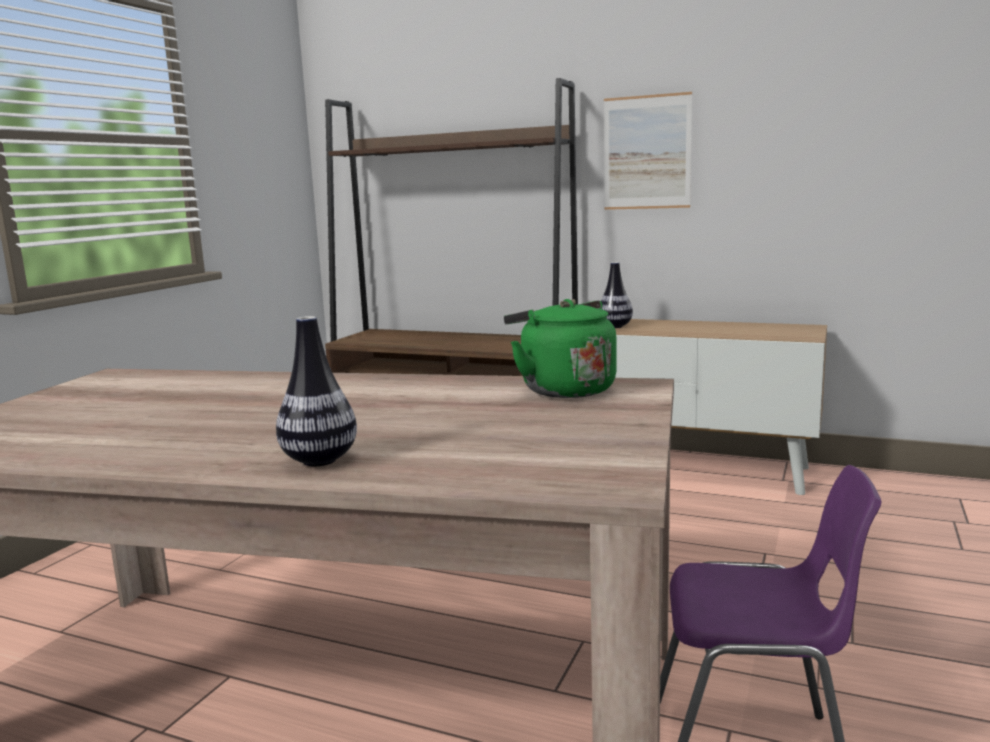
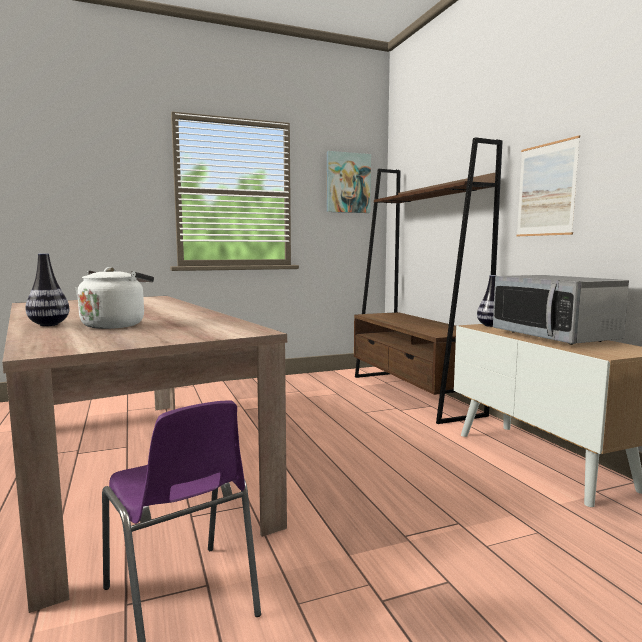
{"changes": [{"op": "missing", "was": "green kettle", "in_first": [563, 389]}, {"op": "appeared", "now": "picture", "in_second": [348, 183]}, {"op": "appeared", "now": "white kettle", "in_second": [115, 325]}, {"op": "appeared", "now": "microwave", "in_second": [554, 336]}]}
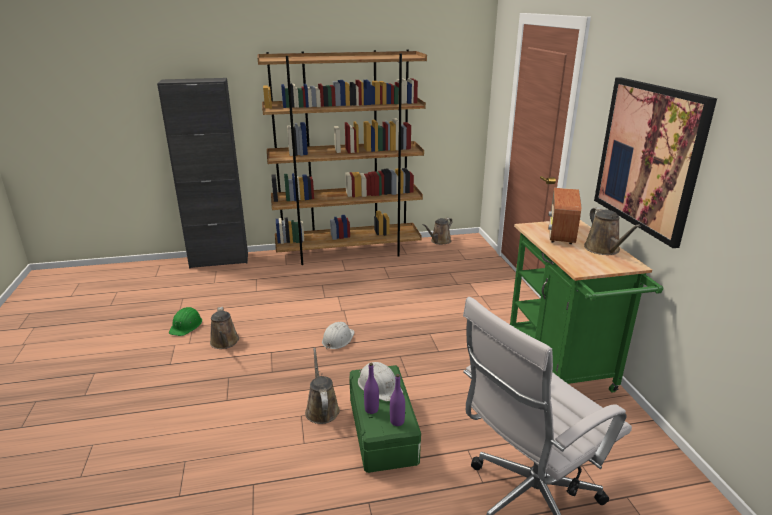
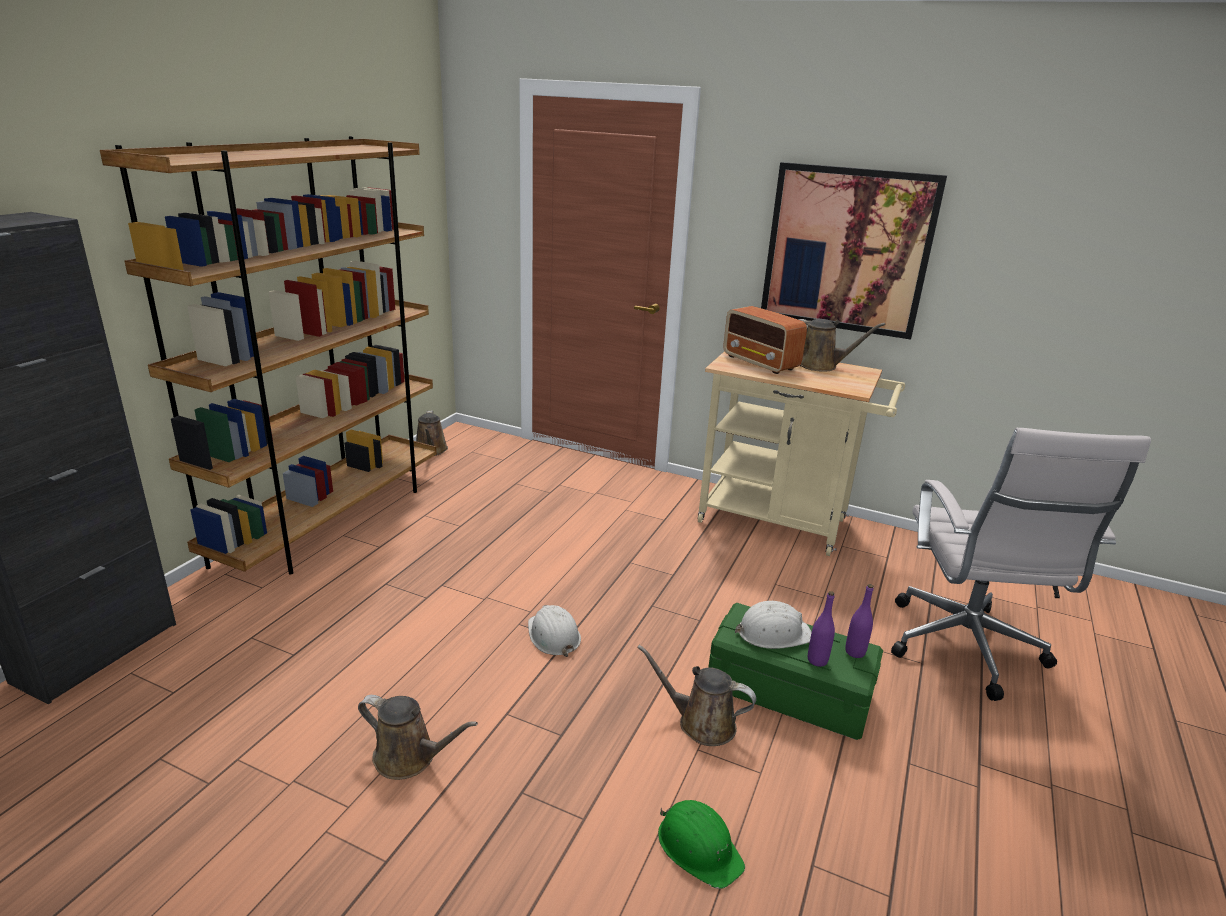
{"changes": [{"op": "colour", "was": "green cart", "now": "beige cart", "in_first": [562, 368], "in_second": [782, 523]}, {"op": "relocated", "was": "green hard hat", "in_first": [186, 325], "in_second": [699, 847]}]}
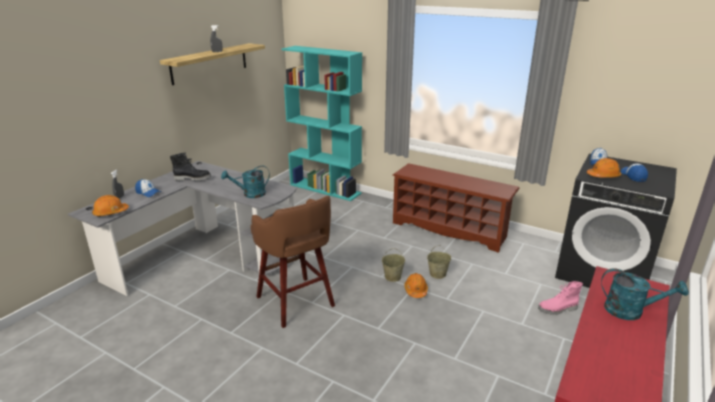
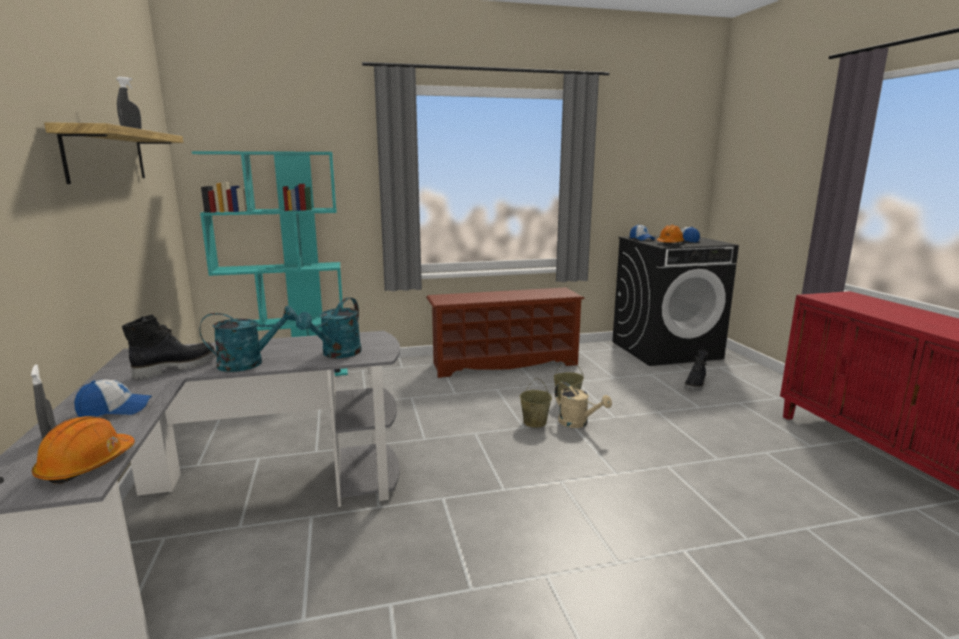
{"changes": [{"op": "missing", "was": "brown stool", "in_first": [296, 303]}, {"op": "relocated", "was": "turquoise watering can", "in_first": [630, 311], "in_second": [249, 363]}, {"op": "exchanged", "was": "orange hard hat", "now": "beige watering can", "in_first": [416, 290], "in_second": [578, 423]}, {"op": "colour", "was": "pink boot", "now": "black boot", "in_first": [558, 309], "in_second": [696, 385]}]}
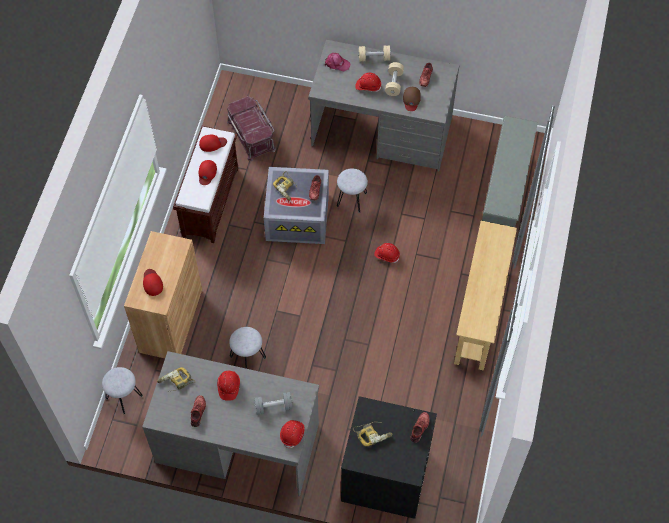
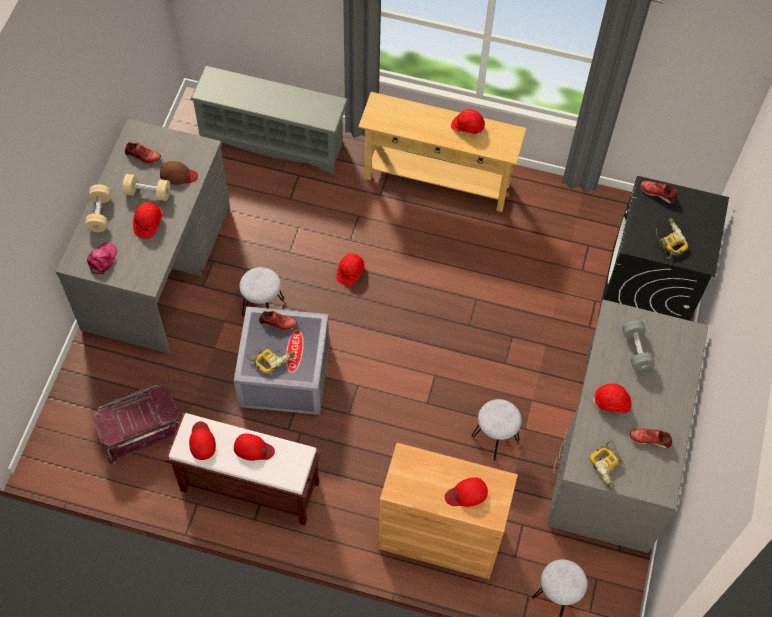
{"changes": [{"op": "relocated", "was": "red hard hat", "in_first": [292, 434], "in_second": [467, 127]}]}
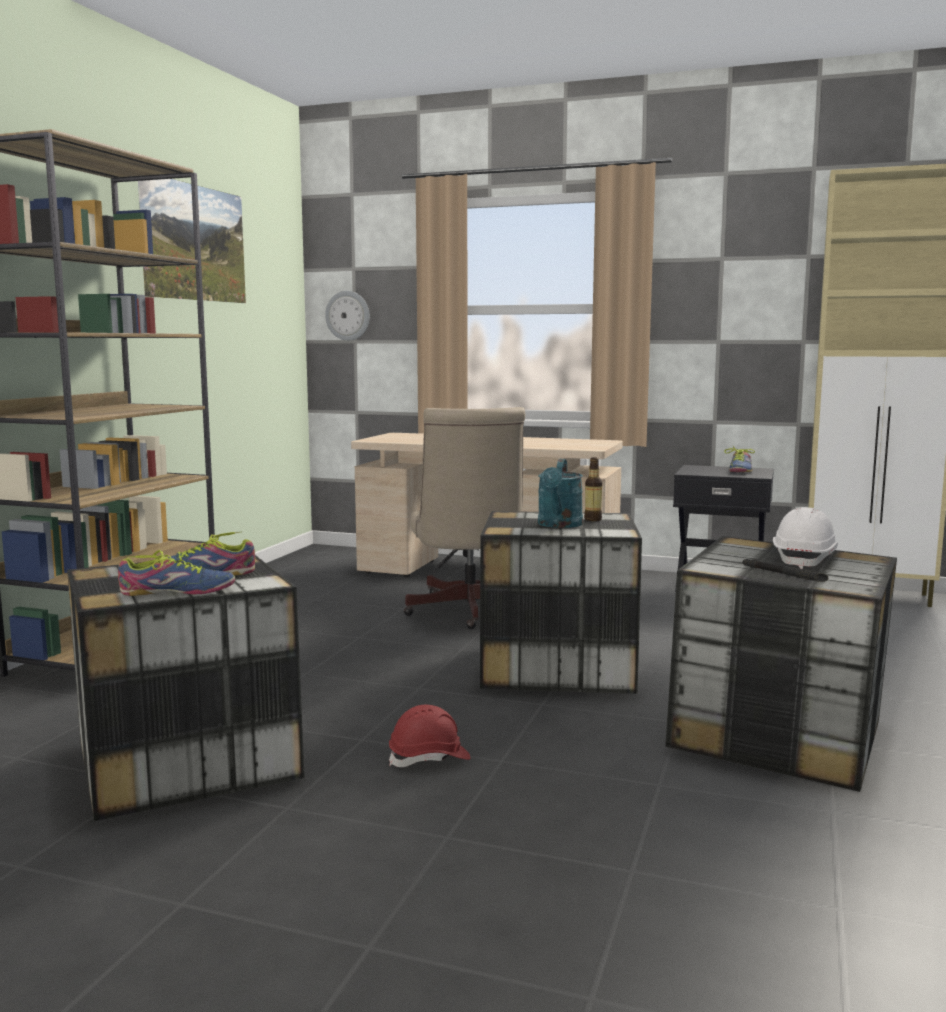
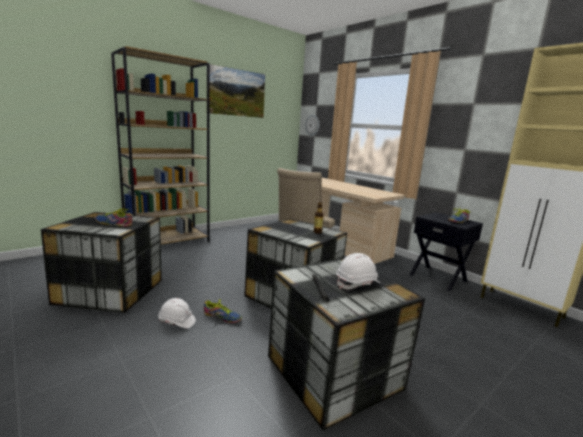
{"changes": [{"op": "missing", "was": "turquoise watering can", "in_first": [559, 525]}, {"op": "relocated", "was": "shoe", "in_first": [177, 591], "in_second": [222, 317]}, {"op": "colour", "was": "red hard hat", "now": "white hard hat", "in_first": [429, 759], "in_second": [177, 322]}]}
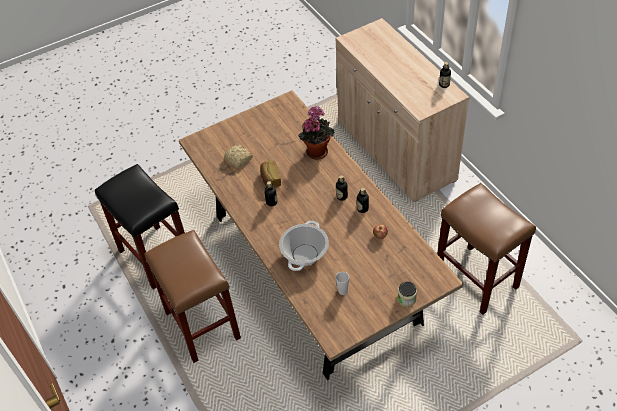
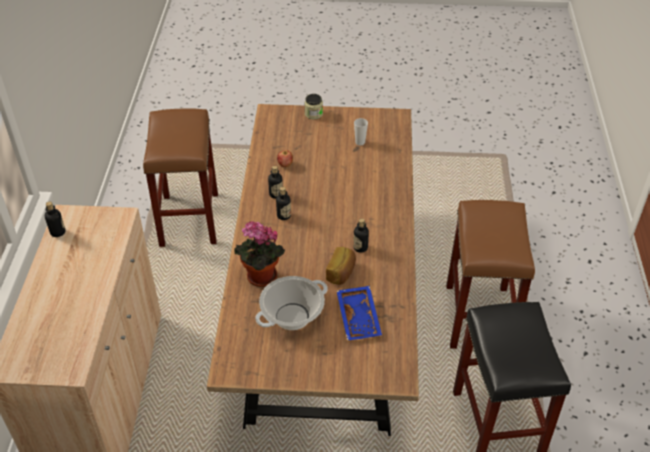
{"changes": [{"op": "exchanged", "was": "bread", "now": "blue tray", "in_first": [238, 160], "in_second": [359, 318]}, {"op": "relocated", "was": "cooking pot", "in_first": [305, 254], "in_second": [292, 316]}]}
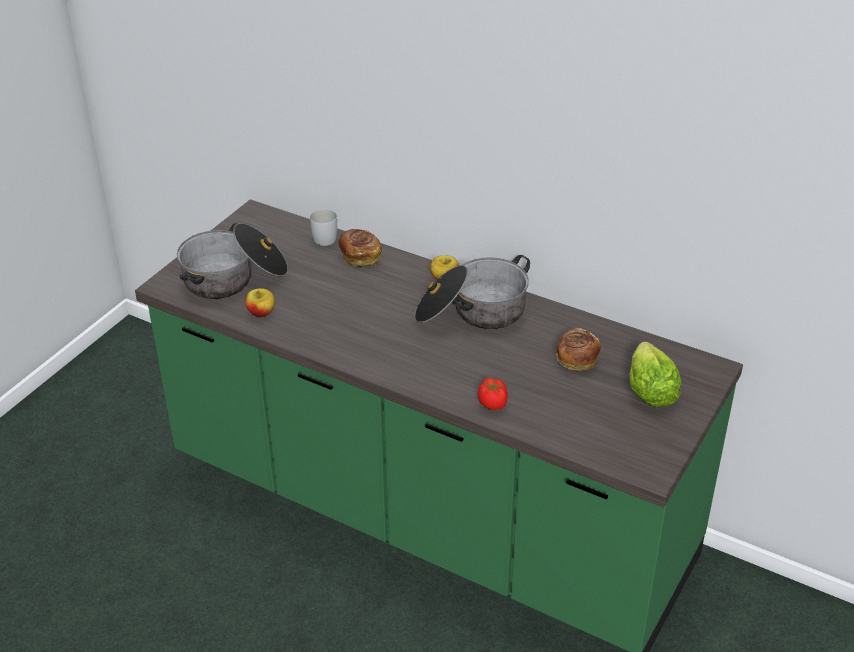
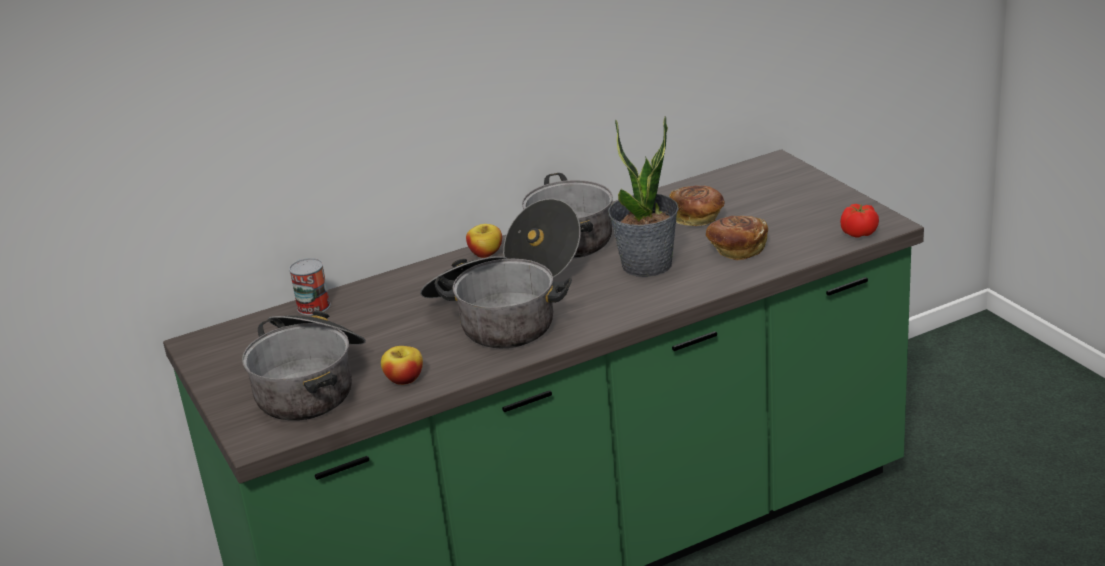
{"changes": [{"op": "exchanged", "was": "white mug", "now": "can", "in_first": [324, 236], "in_second": [313, 306]}, {"op": "relocated", "was": "bread", "in_first": [360, 256], "in_second": [737, 249]}, {"op": "missing", "was": "lettuce", "in_first": [649, 390]}, {"op": "relocated", "was": "tomato", "in_first": [492, 403], "in_second": [859, 234]}, {"op": "appeared", "now": "potted plant", "in_second": [647, 265]}, {"op": "appeared", "now": "cooking pot", "in_second": [494, 320]}]}
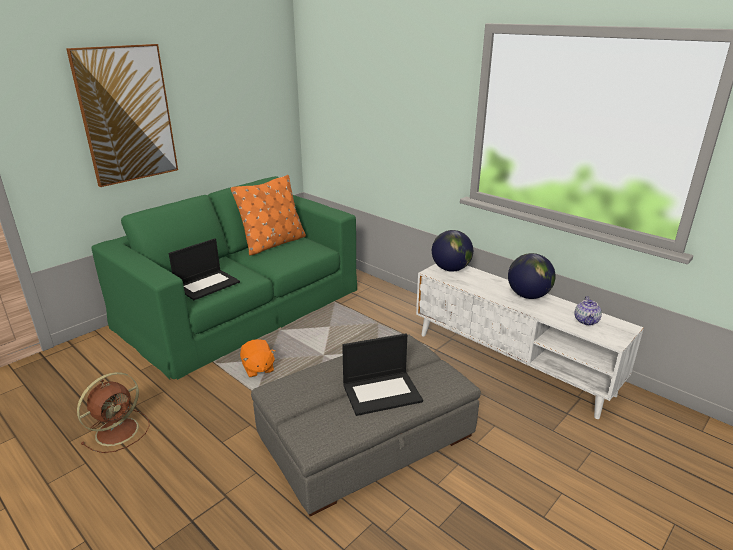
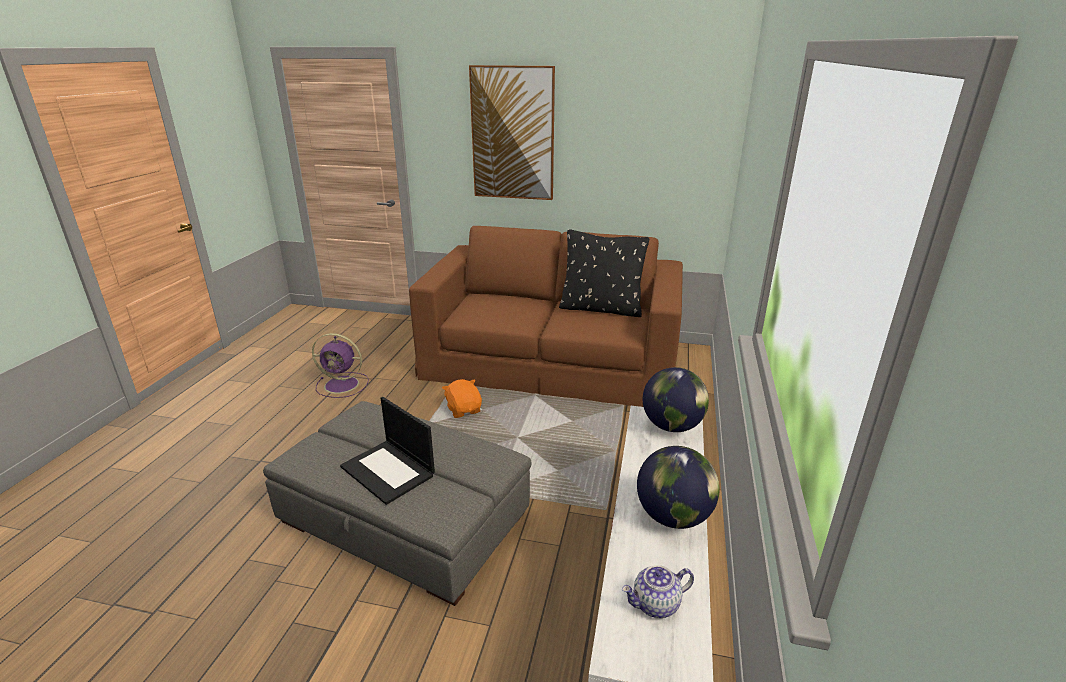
{"changes": [{"op": "colour", "was": "orange pillow", "now": "black pillow", "in_first": [273, 243], "in_second": [600, 309]}, {"op": "colour", "was": "green sofa", "now": "brown sofa", "in_first": [241, 306], "in_second": [552, 360]}, {"op": "missing", "was": "laptop", "in_first": [207, 284]}, {"op": "spun", "was": "orange plush toy", "in_first": [258, 368], "in_second": [464, 410], "clockwise": 120}, {"op": "colour", "was": "brown fan", "now": "purple fan", "in_first": [119, 430], "in_second": [343, 385]}]}
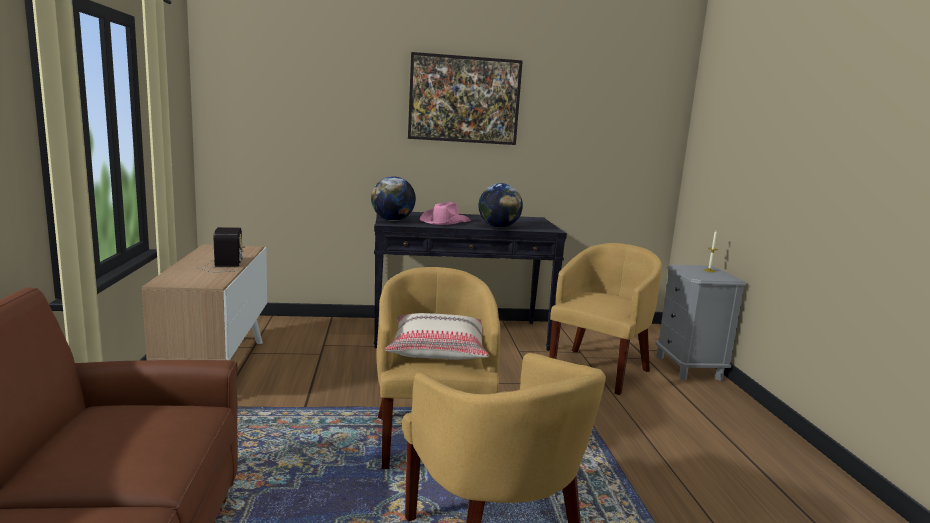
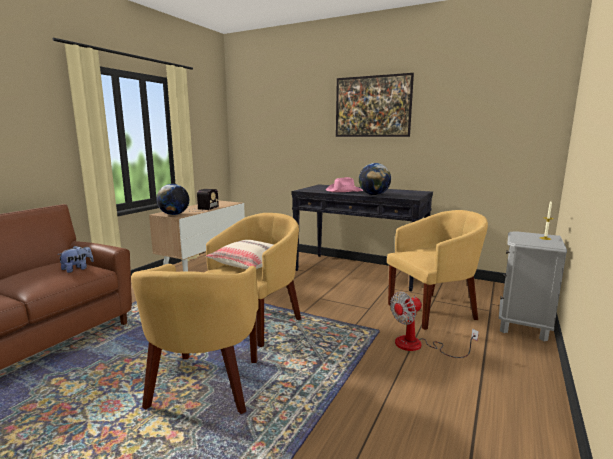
{"changes": [{"op": "relocated", "was": "globe", "in_first": [392, 220], "in_second": [174, 214]}, {"op": "appeared", "now": "plush toy", "in_second": [77, 269]}, {"op": "appeared", "now": "fan", "in_second": [418, 346]}]}
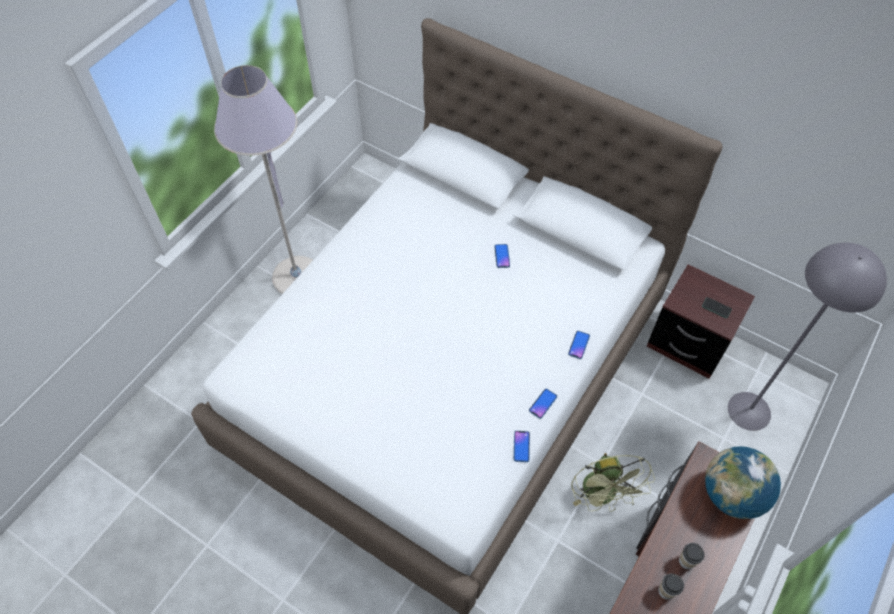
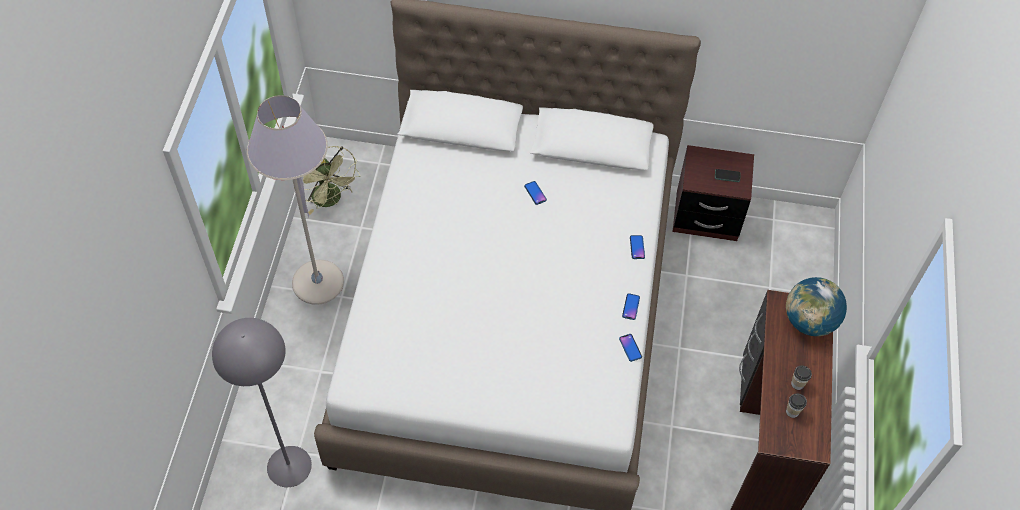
{"changes": [{"op": "relocated", "was": "grey floor lamp", "in_first": [749, 411], "in_second": [289, 466]}, {"op": "relocated", "was": "green fan", "in_first": [603, 495], "in_second": [331, 200]}]}
